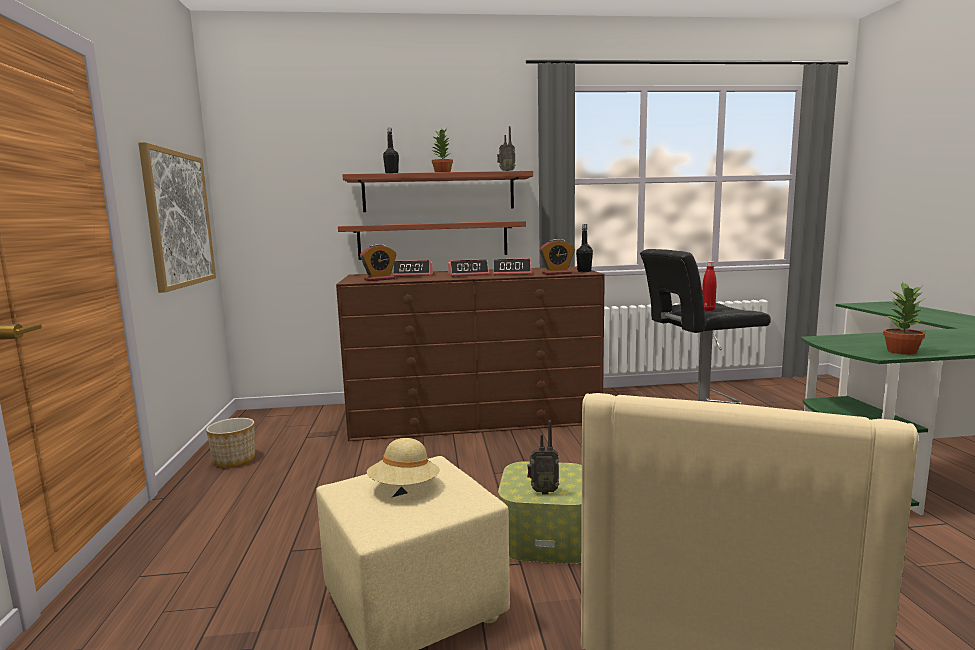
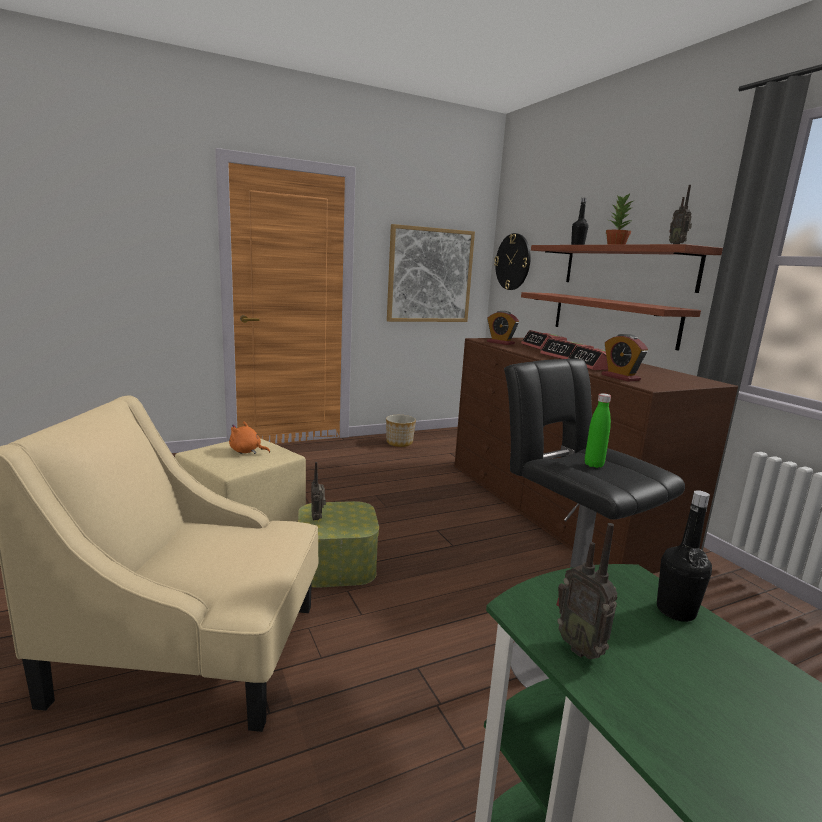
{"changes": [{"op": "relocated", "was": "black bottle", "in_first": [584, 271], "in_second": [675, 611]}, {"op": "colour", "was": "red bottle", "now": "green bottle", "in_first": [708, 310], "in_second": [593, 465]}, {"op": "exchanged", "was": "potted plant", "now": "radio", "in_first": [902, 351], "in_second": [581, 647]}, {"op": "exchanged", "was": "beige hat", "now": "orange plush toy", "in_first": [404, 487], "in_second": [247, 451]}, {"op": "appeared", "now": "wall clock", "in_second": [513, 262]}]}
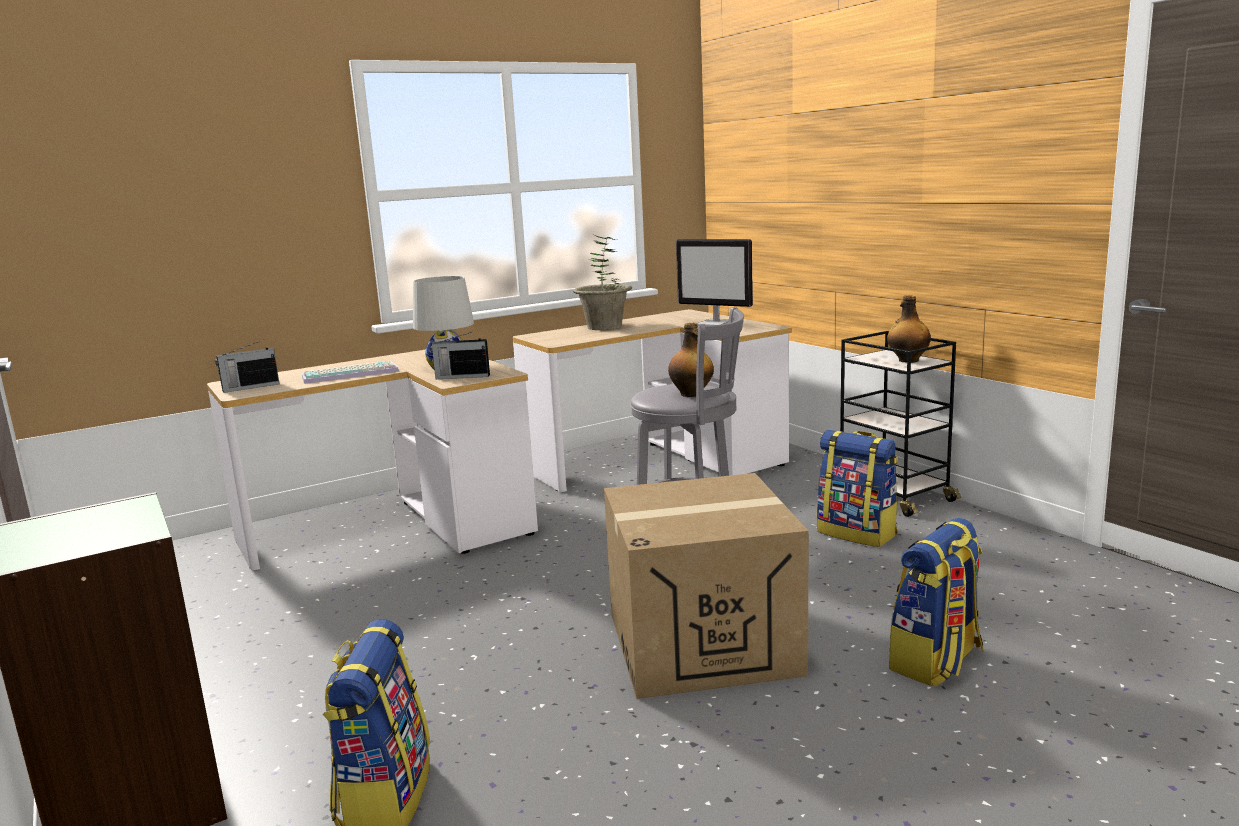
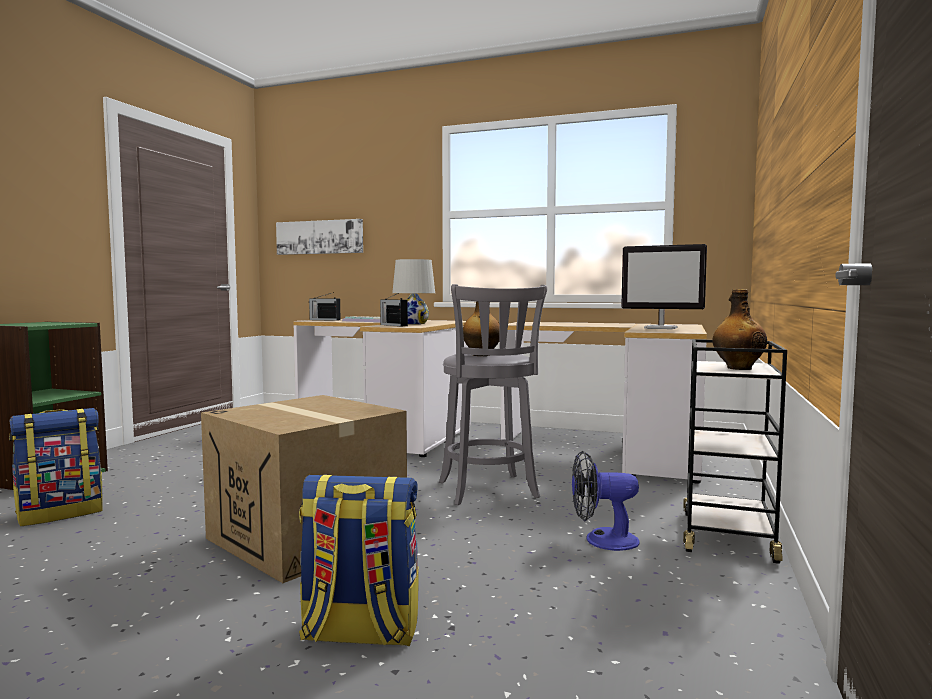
{"changes": [{"op": "missing", "was": "potted plant", "in_first": [604, 327]}, {"op": "spun", "was": "monitor", "in_first": [716, 324], "in_second": [661, 328], "clockwise": -60}, {"op": "exchanged", "was": "backpack", "now": "fan", "in_first": [857, 533], "in_second": [602, 540]}, {"op": "appeared", "now": "picture", "in_second": [320, 237]}]}
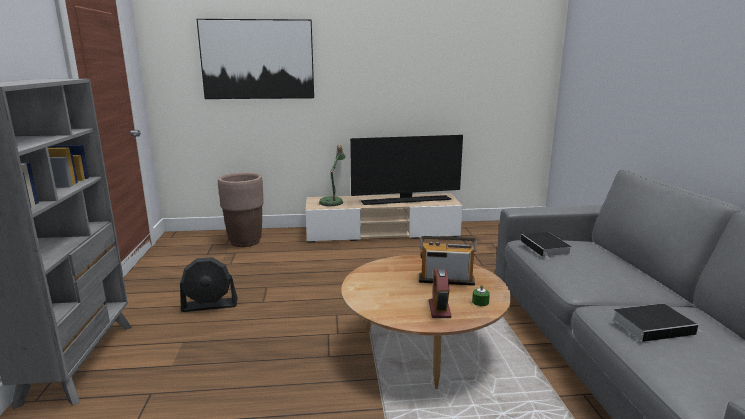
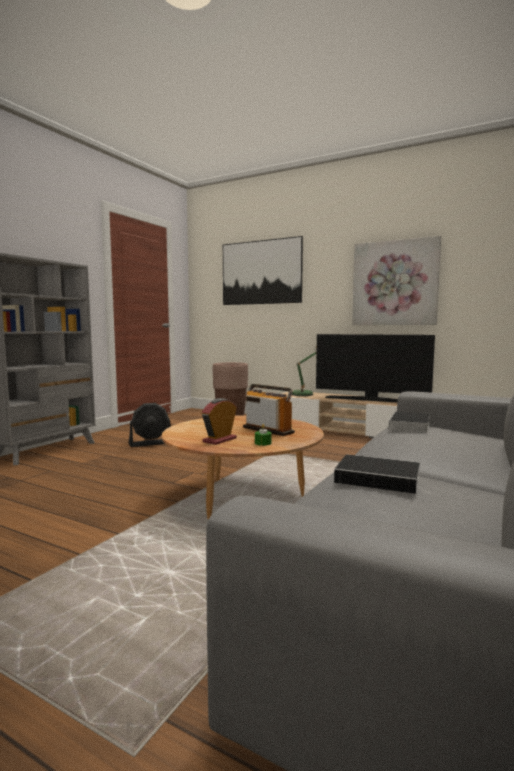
{"changes": [{"op": "spun", "was": "black fan", "in_first": [210, 305], "in_second": [150, 443], "clockwise": -45}, {"op": "appeared", "now": "picture", "in_second": [394, 283]}]}
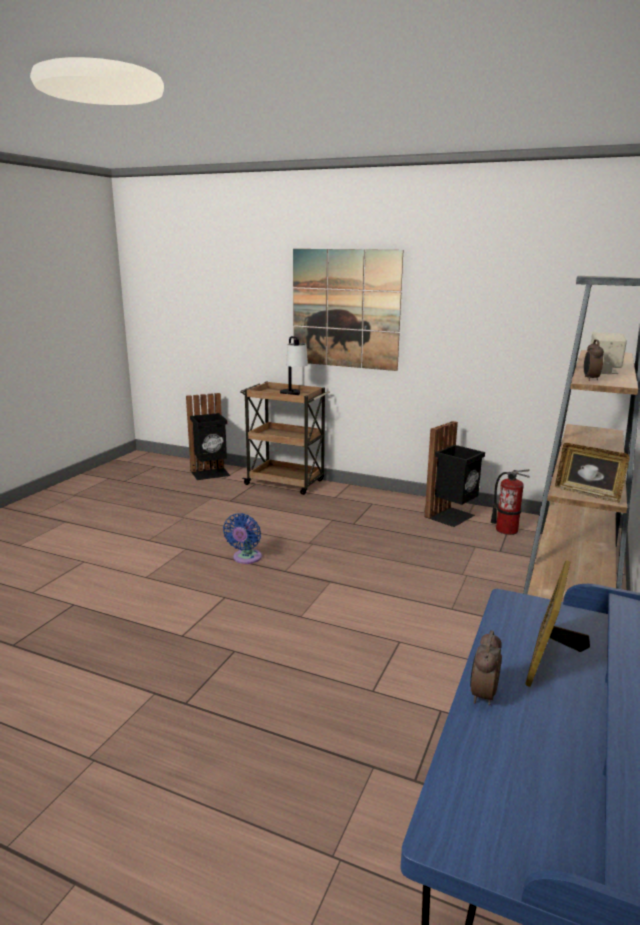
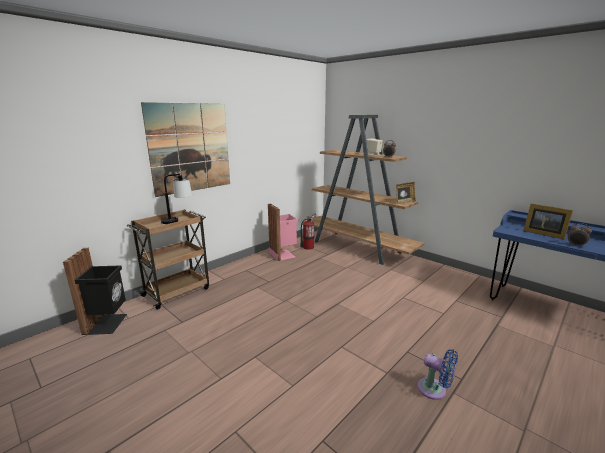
{"changes": [{"op": "colour", "was": "black trash can", "now": "pink trash can", "in_first": [452, 516], "in_second": [283, 254]}, {"op": "relocated", "was": "blue fan", "in_first": [246, 558], "in_second": [435, 390]}]}
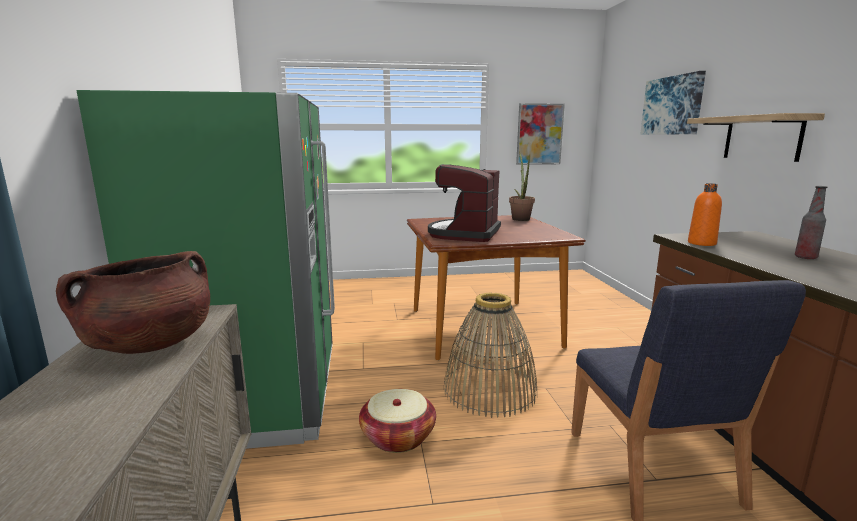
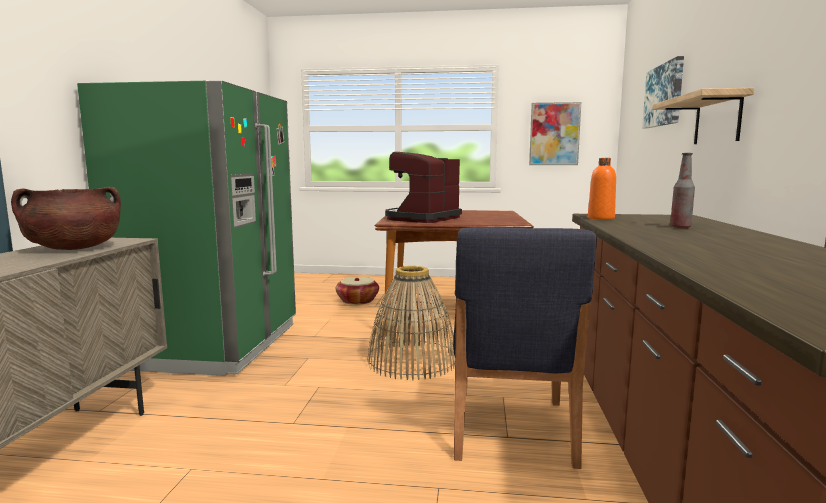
{"changes": [{"op": "missing", "was": "potted plant", "in_first": [520, 218]}, {"op": "relocated", "was": "basket", "in_first": [398, 437], "in_second": [357, 301]}]}
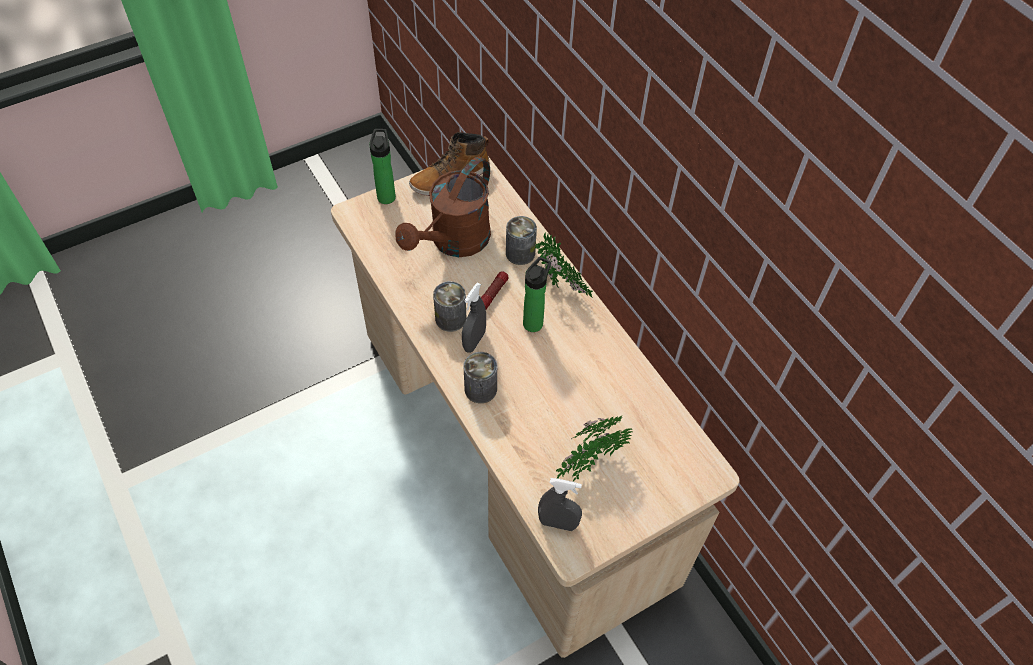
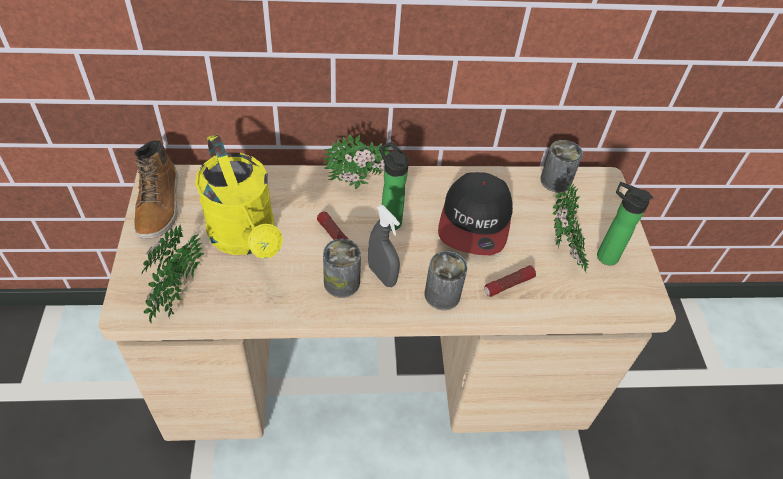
{"changes": [{"op": "relocated", "was": "bottle", "in_first": [386, 195], "in_second": [603, 255]}, {"op": "colour", "was": "brown watering can", "now": "yellow watering can", "in_first": [454, 242], "in_second": [246, 238]}, {"op": "relocated", "was": "can", "in_first": [520, 253], "in_second": [555, 181]}, {"op": "missing", "was": "grey spray bottle", "in_first": [558, 523]}, {"op": "appeared", "now": "cap", "in_second": [475, 221]}, {"op": "appeared", "now": "potted plant", "in_second": [175, 296]}, {"op": "appeared", "now": "flashlight", "in_second": [508, 285]}]}
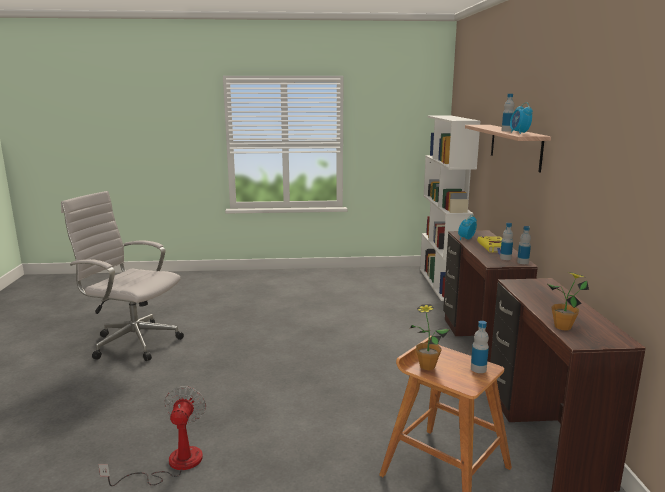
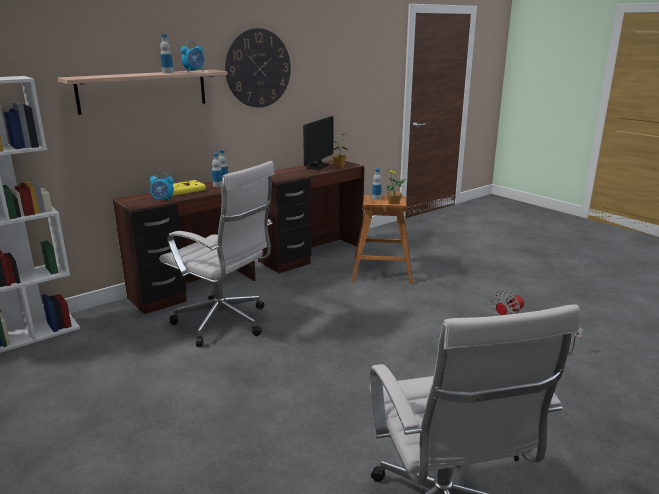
{"changes": [{"op": "appeared", "now": "wall clock", "in_second": [258, 68]}, {"op": "appeared", "now": "monitor", "in_second": [317, 166]}, {"op": "appeared", "now": "white office chair", "in_second": [225, 324]}]}
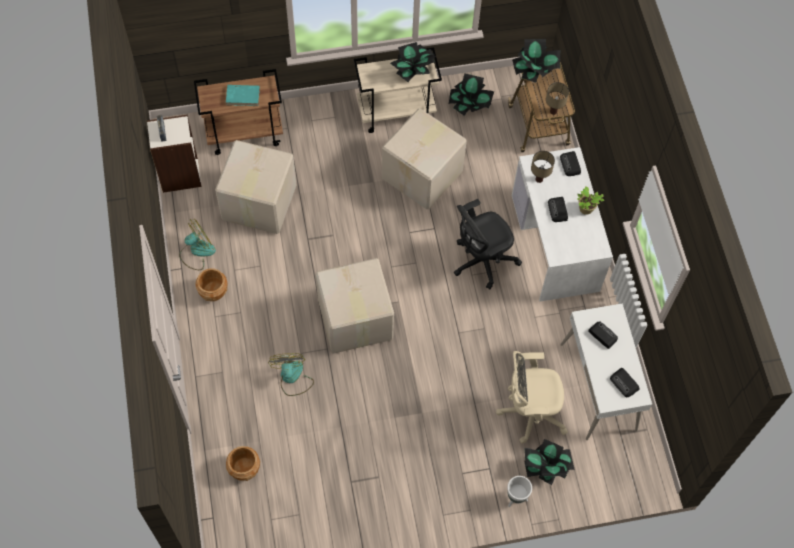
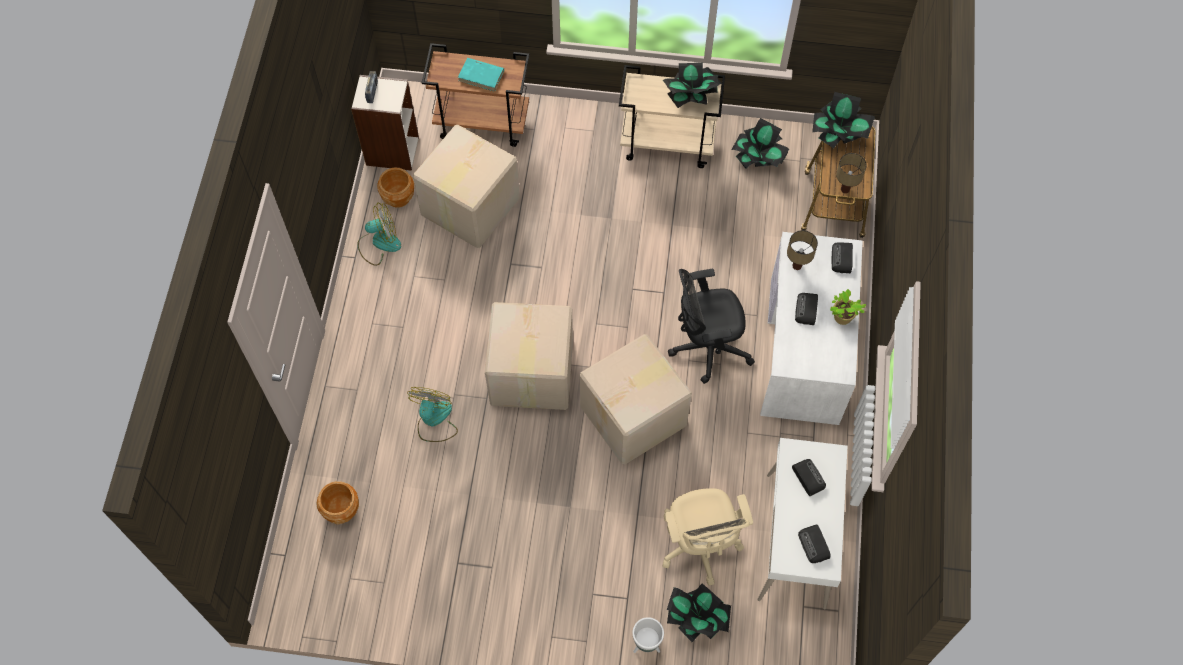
{"changes": [{"op": "relocated", "was": "cardboard box", "in_first": [423, 174], "in_second": [635, 416]}, {"op": "relocated", "was": "brown planter", "in_first": [213, 291], "in_second": [398, 197]}, {"op": "spun", "was": "beige office chair", "in_first": [529, 412], "in_second": [699, 546], "clockwise": -120}]}
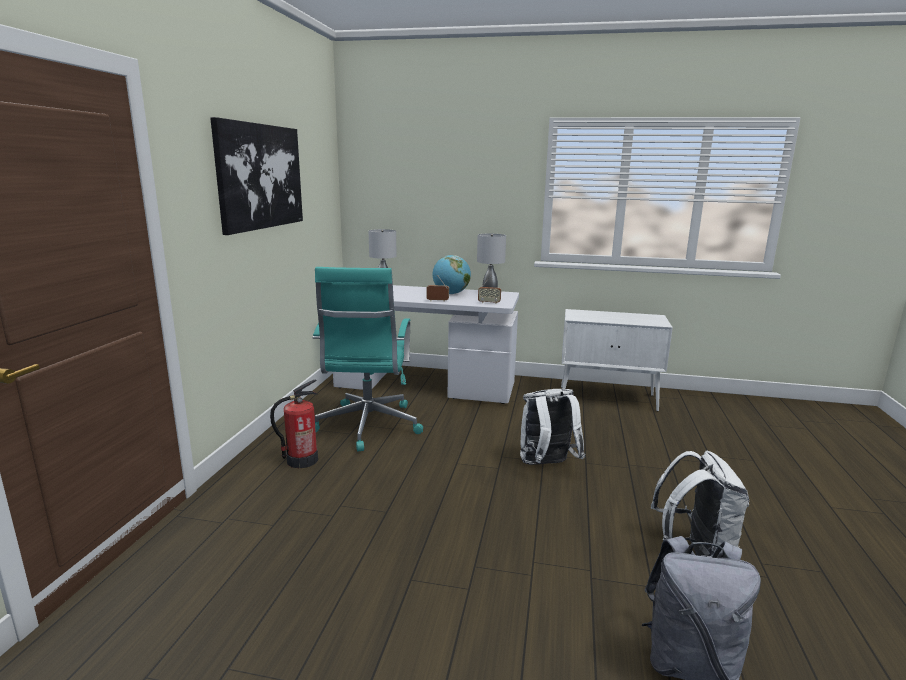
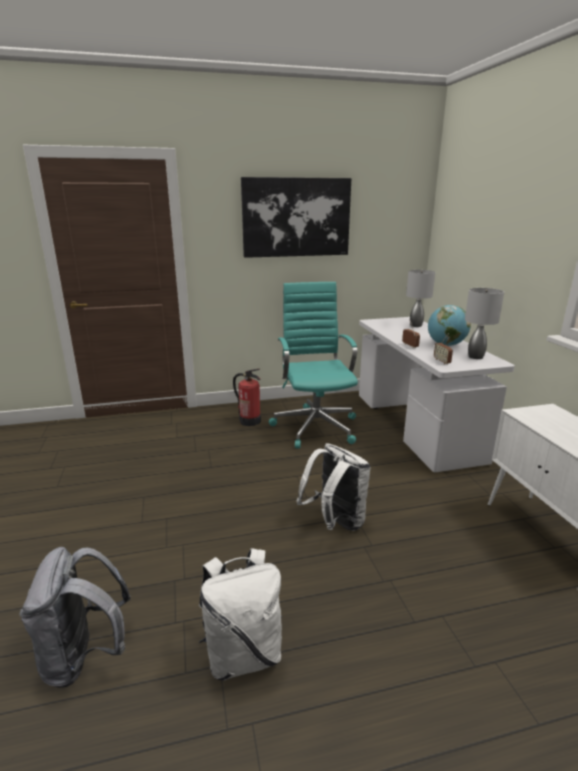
{"changes": [{"op": "spun", "was": "turquoise office chair", "in_first": [367, 427], "in_second": [315, 426], "clockwise": 105}]}
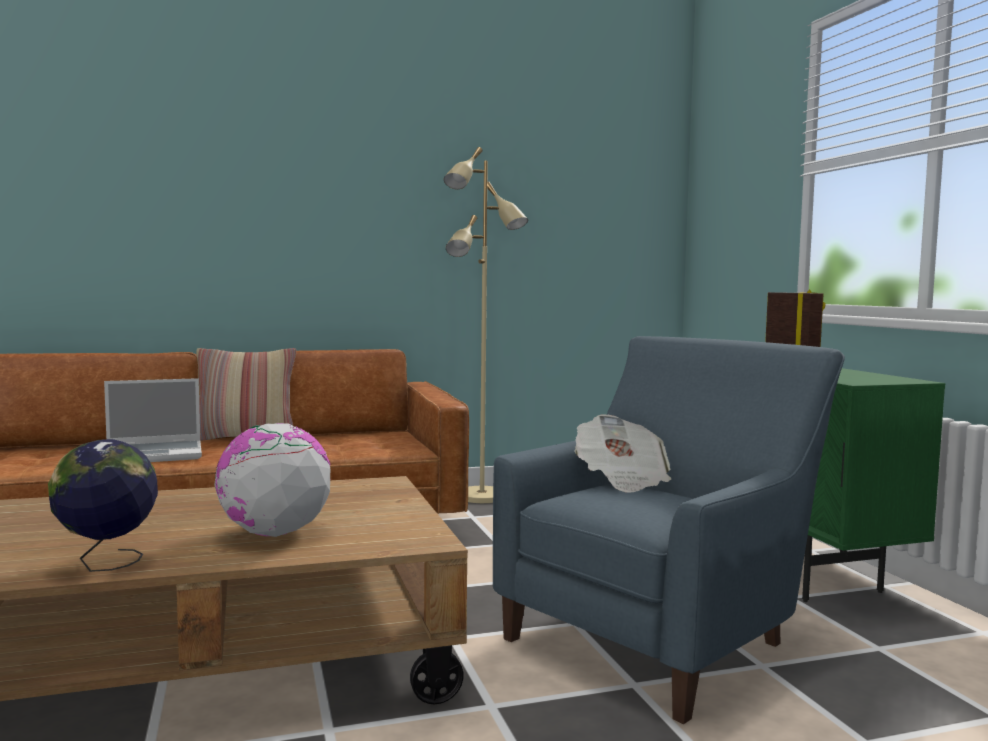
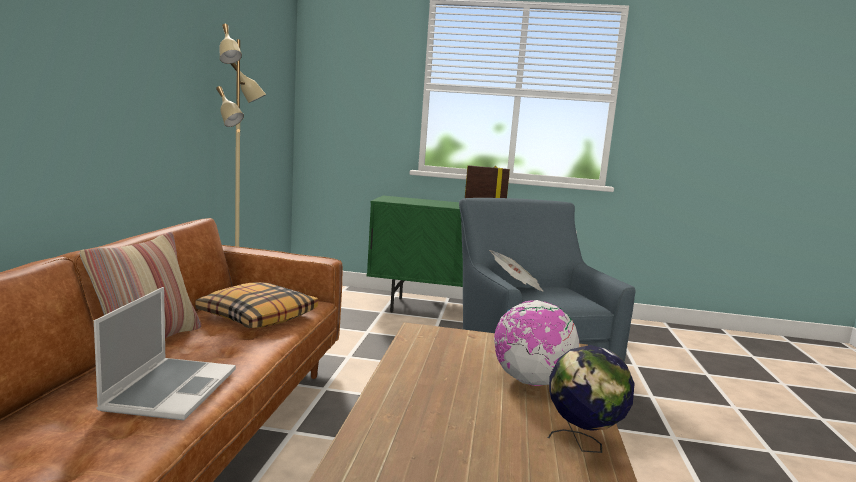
{"changes": [{"op": "appeared", "now": "pillow", "in_second": [257, 316]}]}
